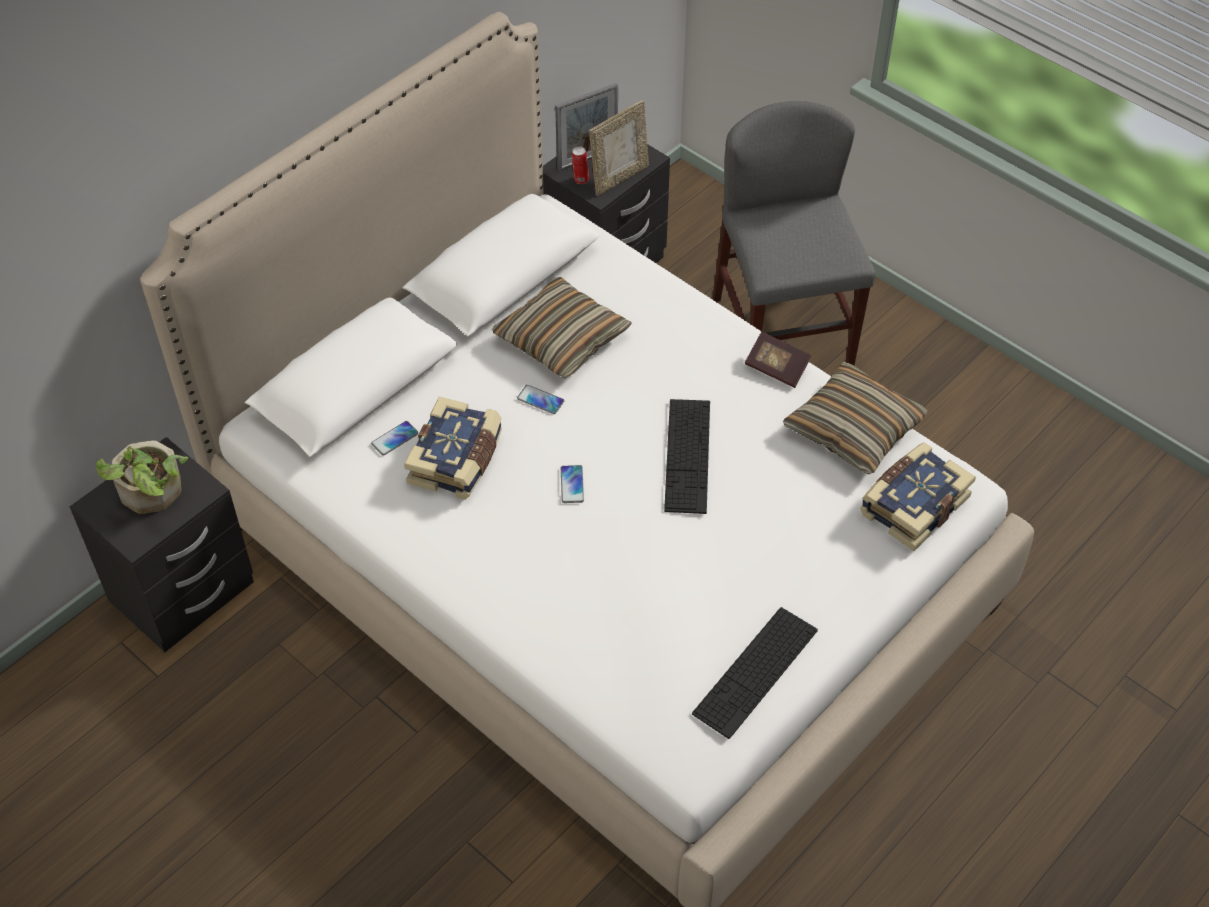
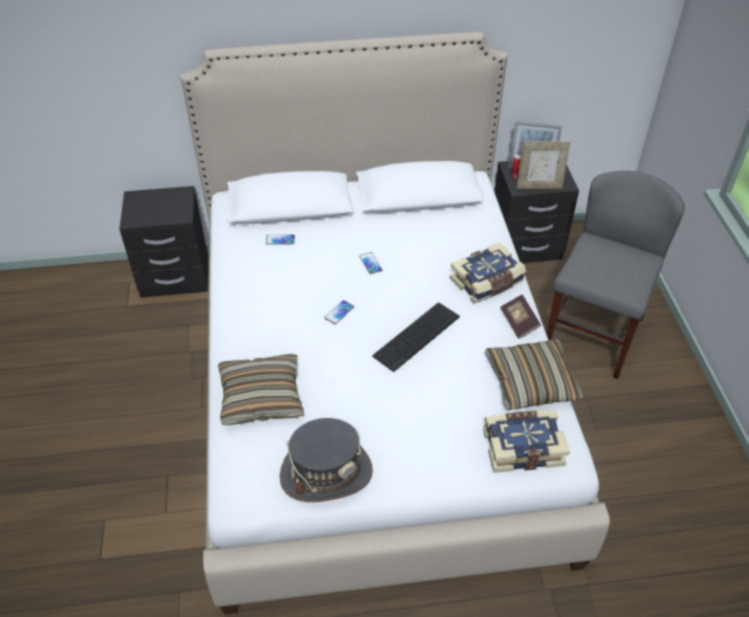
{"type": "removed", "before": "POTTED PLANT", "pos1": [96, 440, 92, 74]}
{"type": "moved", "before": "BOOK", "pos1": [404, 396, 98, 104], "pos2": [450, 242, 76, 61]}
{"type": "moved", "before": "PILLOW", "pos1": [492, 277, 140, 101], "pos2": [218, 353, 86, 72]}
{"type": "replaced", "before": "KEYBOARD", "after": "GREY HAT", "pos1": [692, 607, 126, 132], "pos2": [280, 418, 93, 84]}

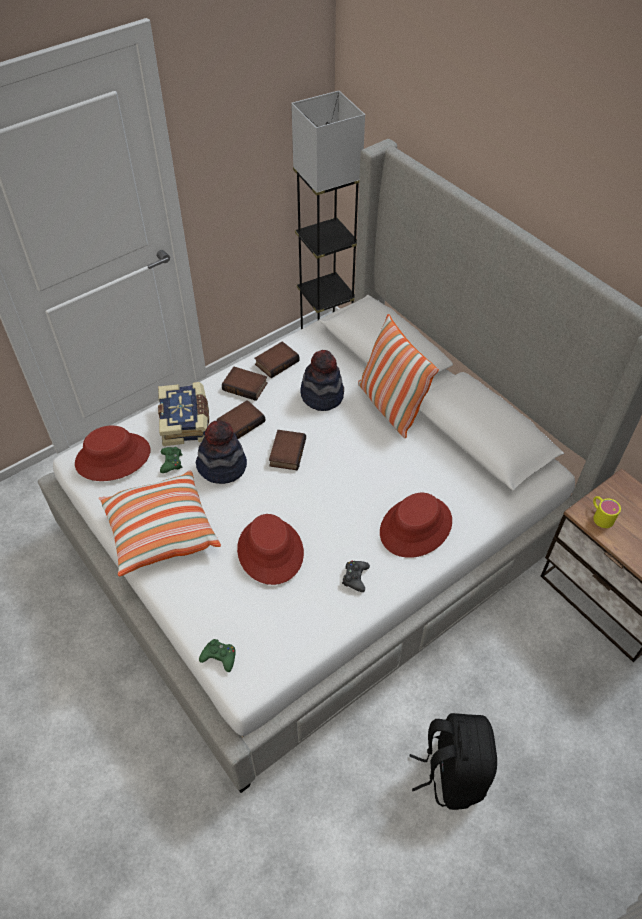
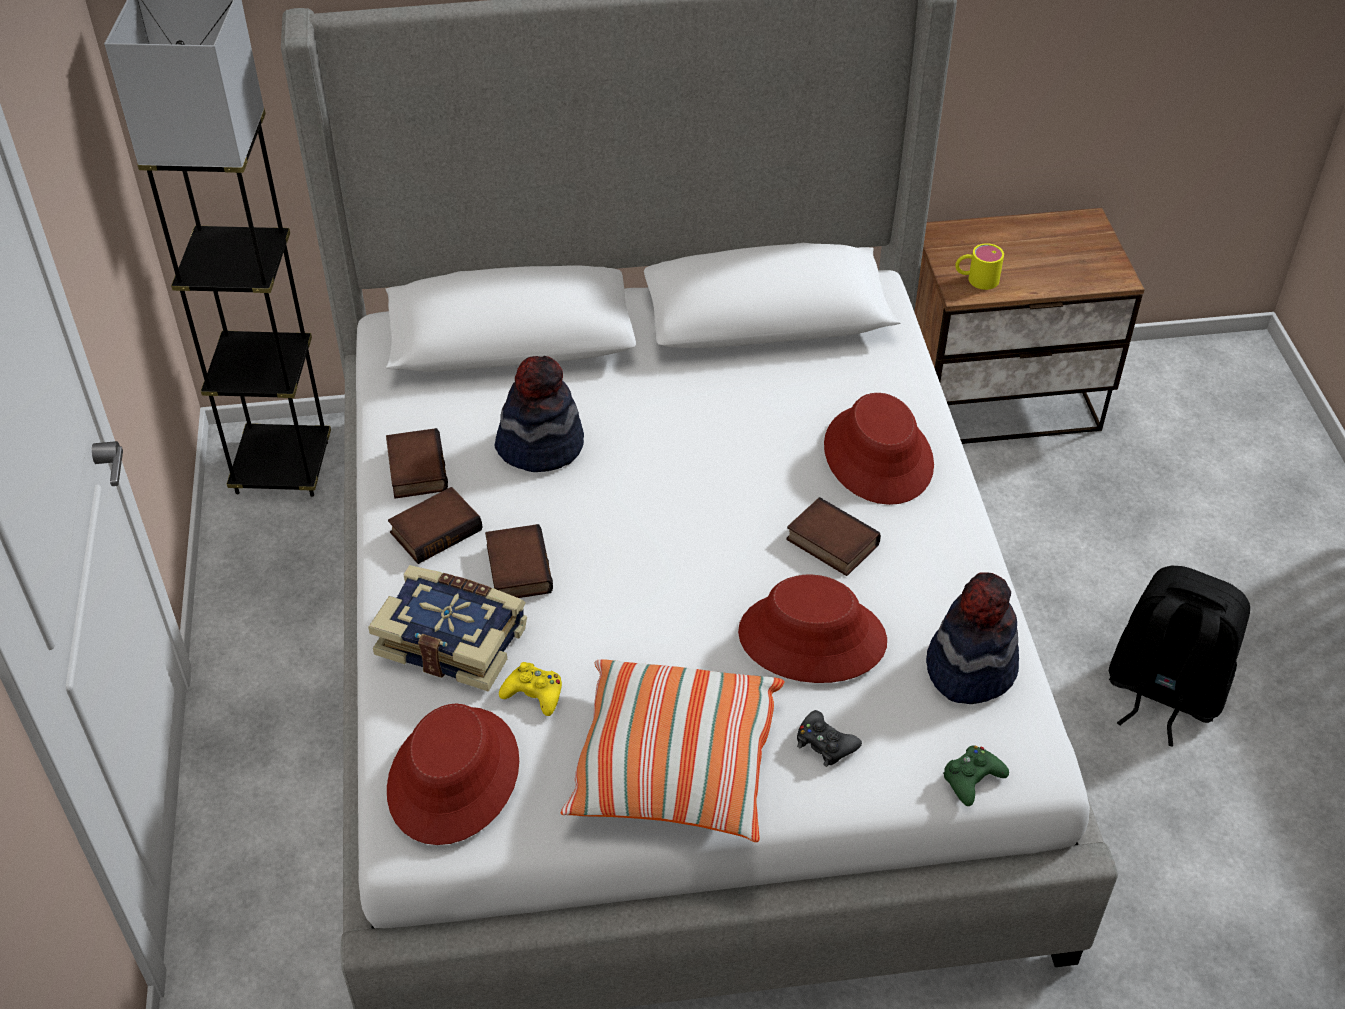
{"type": "removed", "before": "PILLOW", "pos1": [358, 314, 81, 124]}
{"type": "moved", "before": "HAT", "pos1": [196, 421, 51, 63], "pos2": [926, 572, 93, 132]}
{"type": "moved", "before": "BOOK", "pos1": [269, 430, 37, 40], "pos2": [786, 497, 95, 79]}
{"type": "moved", "before": "BLACK GAME CONTROLLER", "pos1": [342, 561, 28, 31], "pos2": [797, 710, 65, 57]}
{"type": "recoloured", "before": "GREEN GAME CONTROLLER", "after": "YELLOW GAME CONTROLLER", "pos1": [160, 447, 23, 26], "pos2": [499, 662, 63, 54]}

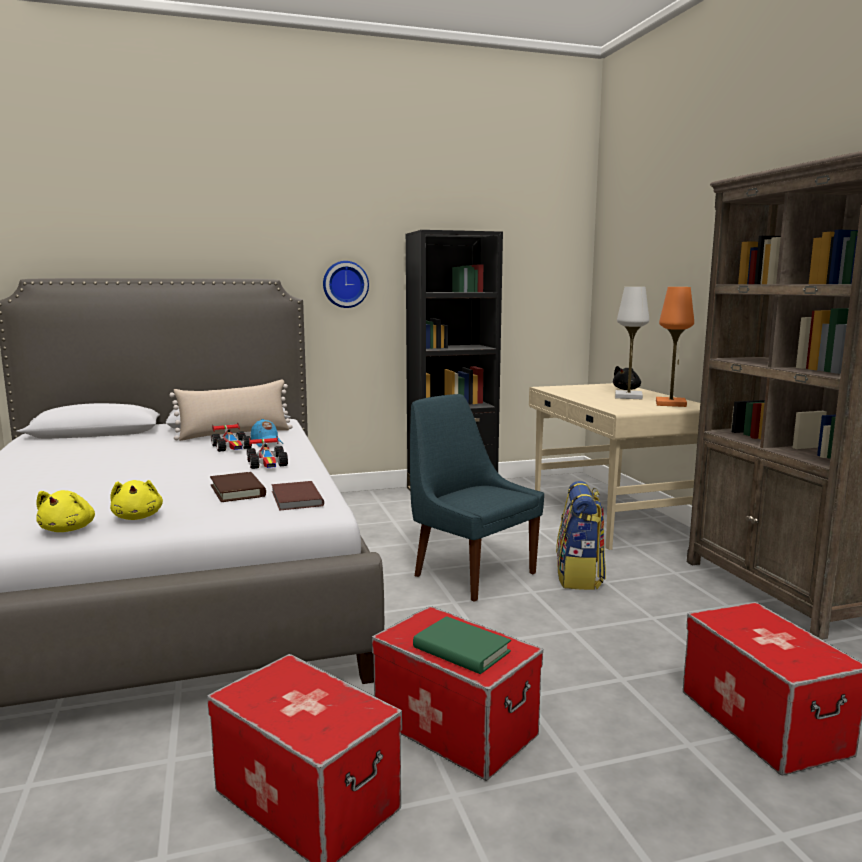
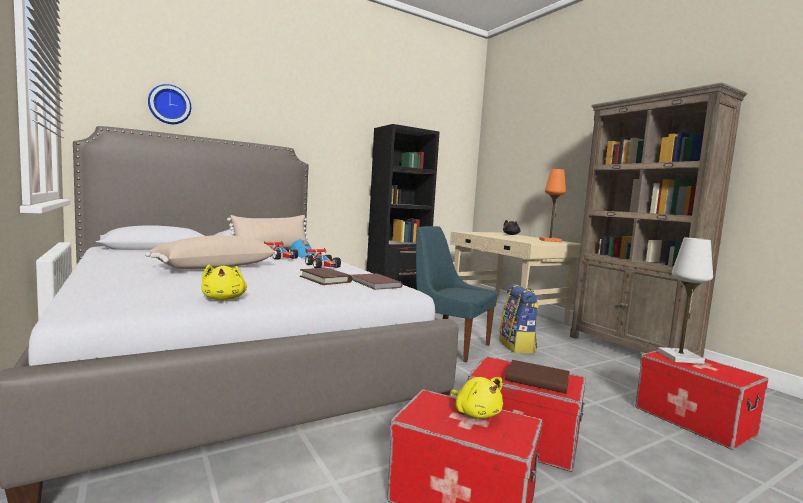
{"type": "added", "after": "BEIGE PILLOW", "pos2": [145, 235, 132, 35]}
{"type": "moved", "before": "YELLOW PLUSH TOY", "pos1": [110, 480, 53, 40], "pos2": [450, 377, 53, 42]}
{"type": "moved", "before": "WALL CLOCK", "pos1": [323, 261, 46, 47], "pos2": [148, 84, 43, 40]}
{"type": "moved", "before": "WHITE TABLE LAMP", "pos1": [615, 287, 34, 112], "pos2": [658, 238, 55, 126]}
{"type": "recoloured", "before": "GREEN BOOK", "after": "BROWN BOOK", "pos1": [413, 616, 98, 58], "pos2": [505, 360, 65, 34]}

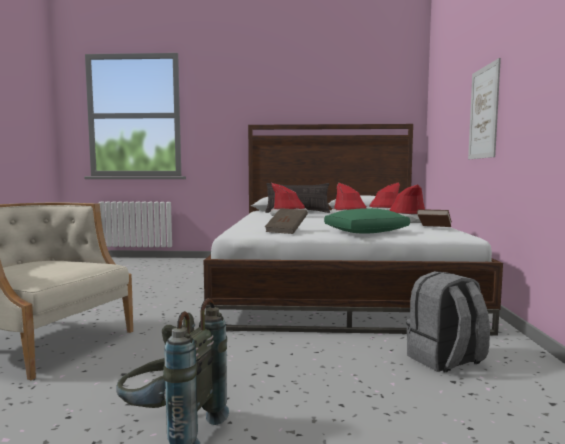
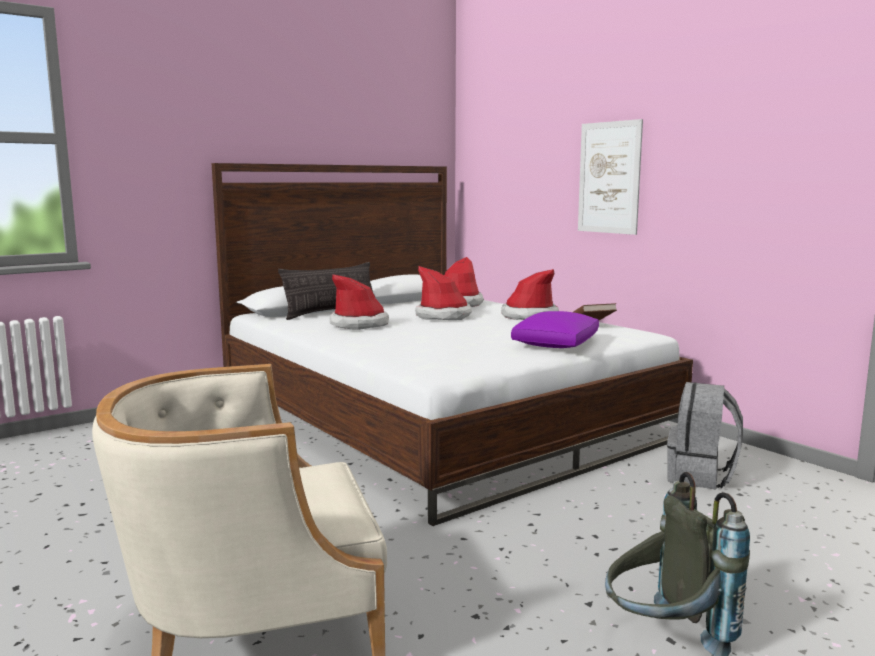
{"type": "removed", "before": "BROWN BOOK", "pos1": [265, 208, 43, 26]}
{"type": "recoloured", "before": "GREEN PILLOW", "after": "PURPLE PILLOW", "pos1": [324, 208, 86, 25], "pos2": [511, 311, 88, 37]}

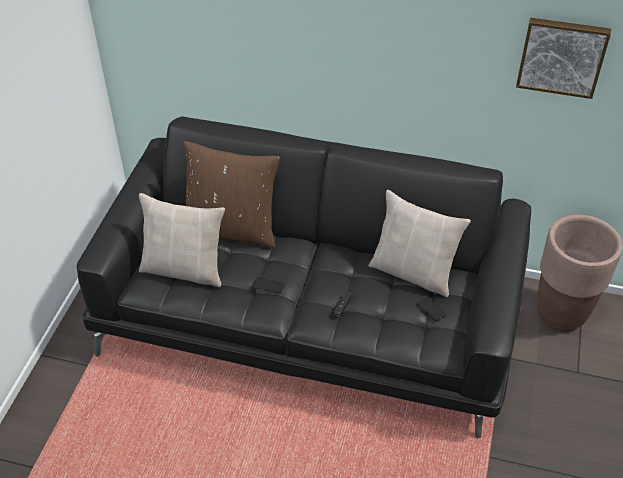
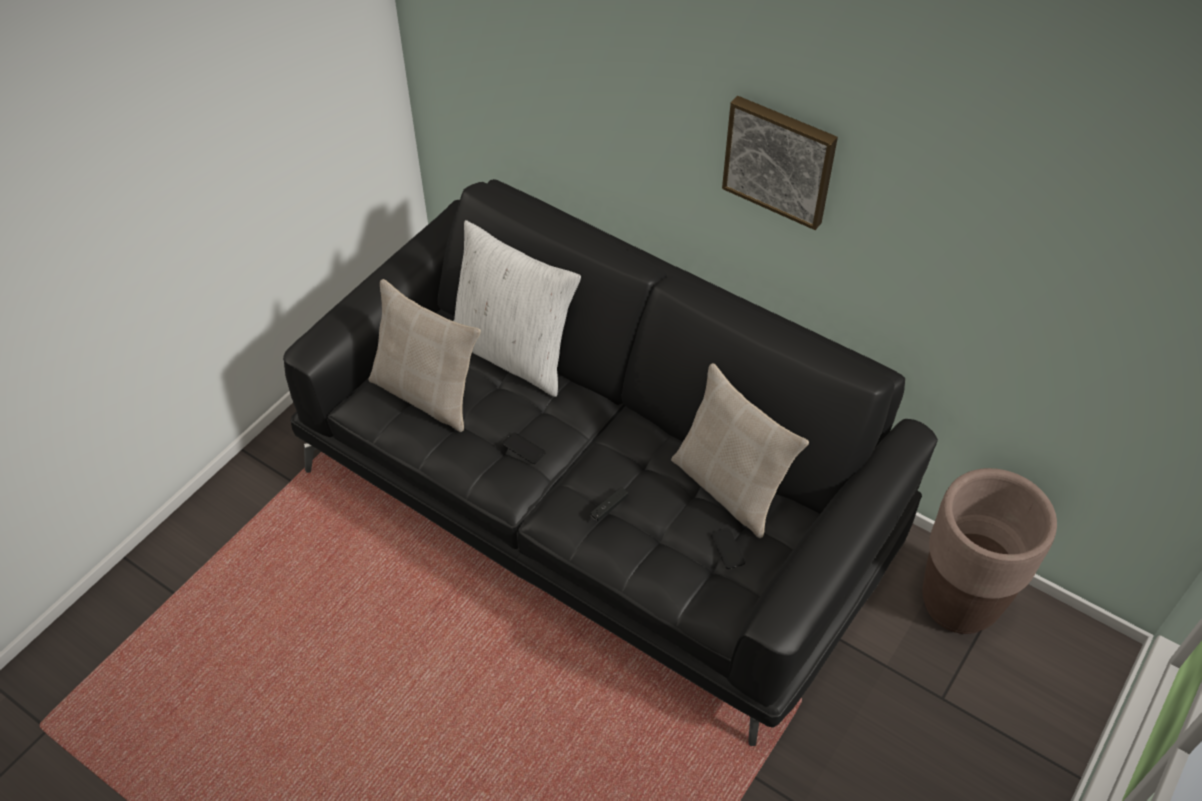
{"type": "moved", "before": "PICTURE", "pos1": [516, 18, 95, 81], "pos2": [722, 96, 116, 134]}
{"type": "recoloured", "before": "BROWN PILLOW", "after": "WHITE PILLOW", "pos1": [184, 141, 96, 107], "pos2": [454, 220, 127, 177]}

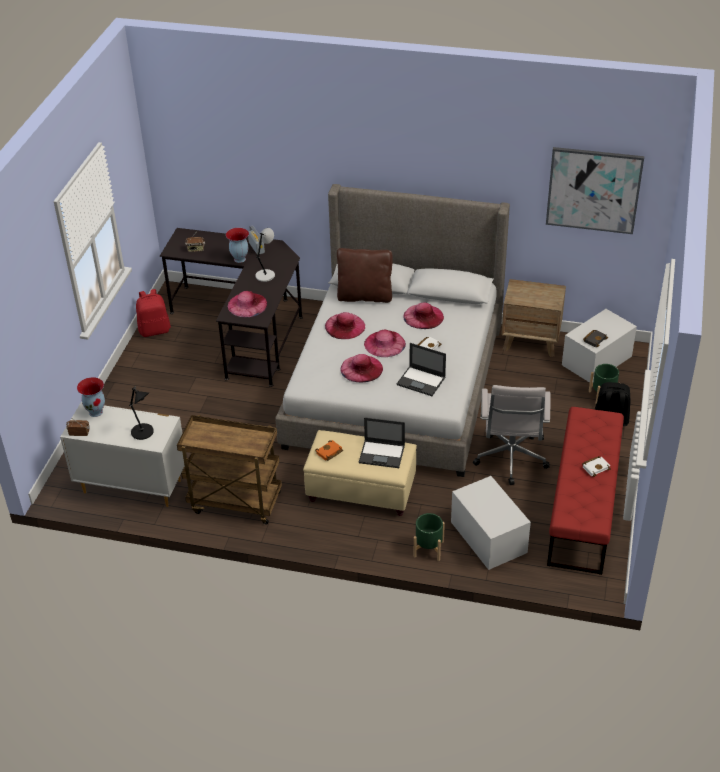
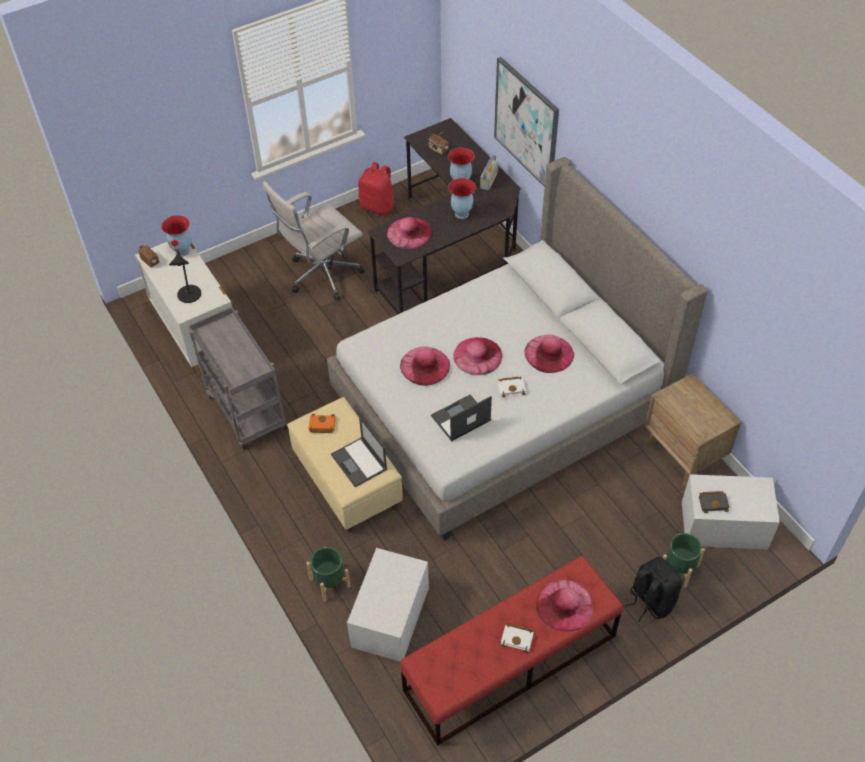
{"type": "removed", "before": "BROWN PILLOW", "pos1": [337, 248, 56, 55]}
{"type": "moved", "before": "PINK HAT", "pos1": [325, 312, 40, 27], "pos2": [536, 580, 57, 52]}
{"type": "moved", "before": "WHITE OFFICE CHAIR", "pos1": [473, 385, 77, 100], "pos2": [263, 181, 102, 119]}
{"type": "moved", "before": "PICTURE", "pos1": [546, 147, 98, 87], "pos2": [494, 57, 65, 130]}
{"type": "replaced", "before": "GREY TABLE LAMP", "after": "VASE", "pos1": [256, 228, 19, 54], "pos2": [448, 178, 28, 41]}
{"type": "recoloured", "before": "BROWN CART", "after": "GREY CART", "pos1": [177, 415, 105, 109], "pos2": [189, 307, 98, 143]}
{"type": "turned", "before": "LAPTOP", "pos1": [397, 343, 49, 53], "pos2": [431, 395, 61, 46], "turn": 75}

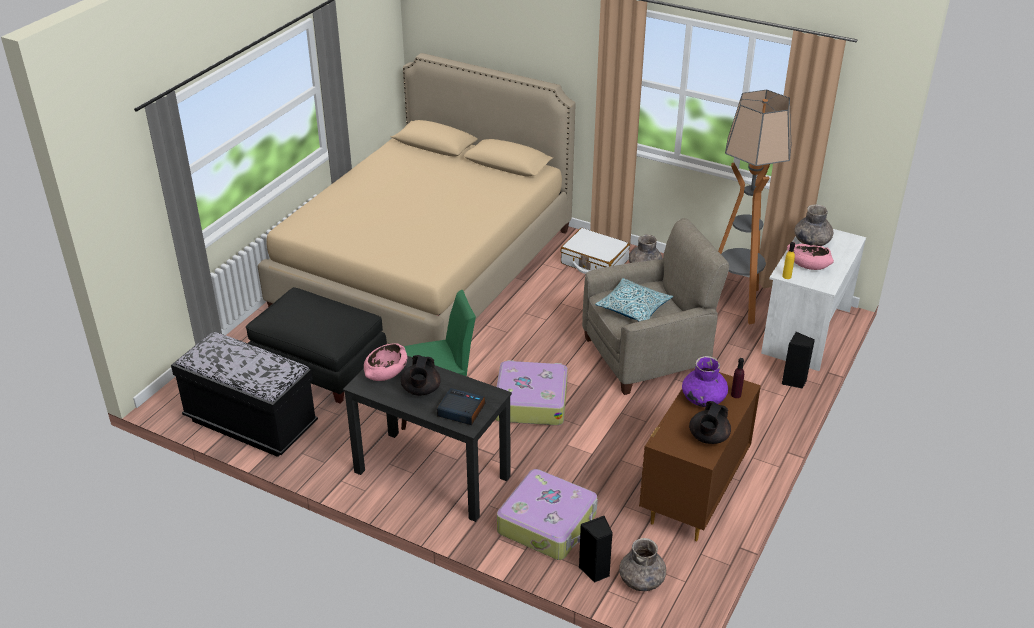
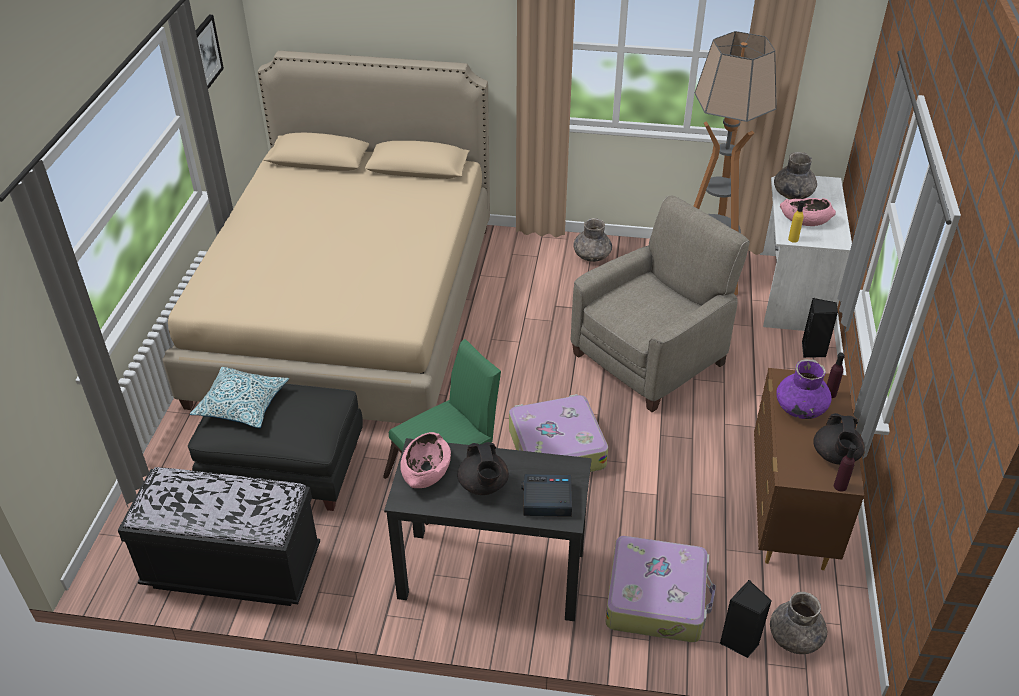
{"type": "removed", "before": "WHITE SUITCASE", "pos1": [560, 228, 70, 46]}
{"type": "added", "after": "PICTURE", "pos2": [196, 15, 28, 74]}
{"type": "added", "after": "PURPLE BOTTLE", "pos2": [834, 444, 22, 48]}
{"type": "moved", "before": "PILLOW", "pos1": [595, 278, 78, 43], "pos2": [190, 367, 99, 61]}

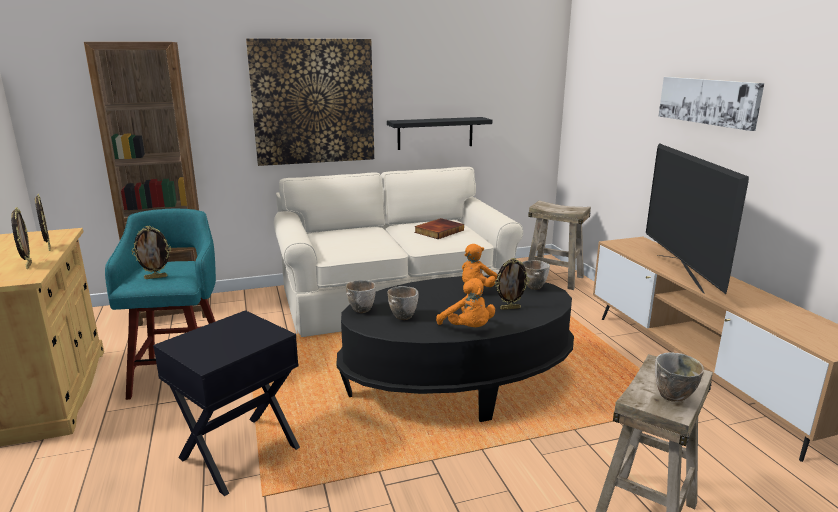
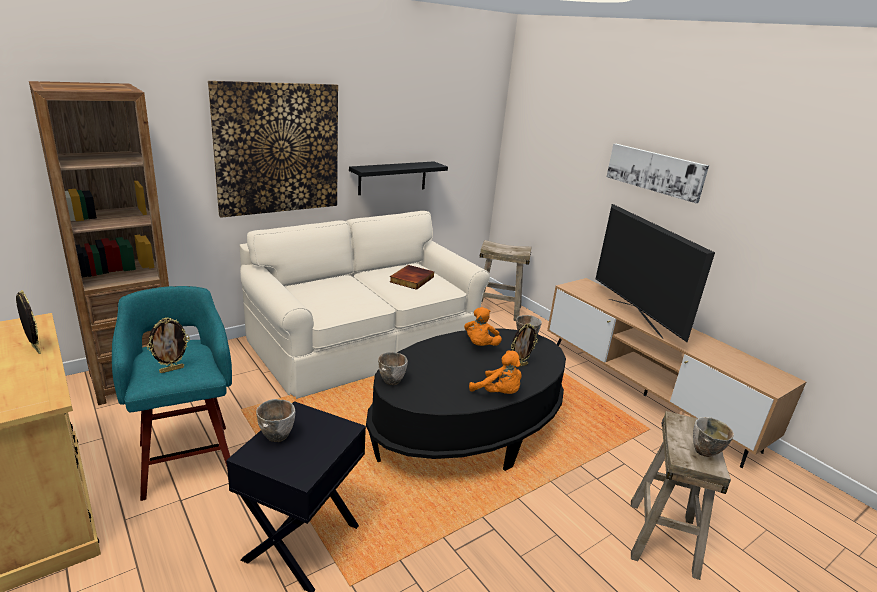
{"type": "removed", "before": "PICTURE FRAME", "pos1": [11, 207, 21, 62]}
{"type": "moved", "before": "BOWL", "pos1": [387, 286, 32, 34], "pos2": [256, 399, 39, 43]}

